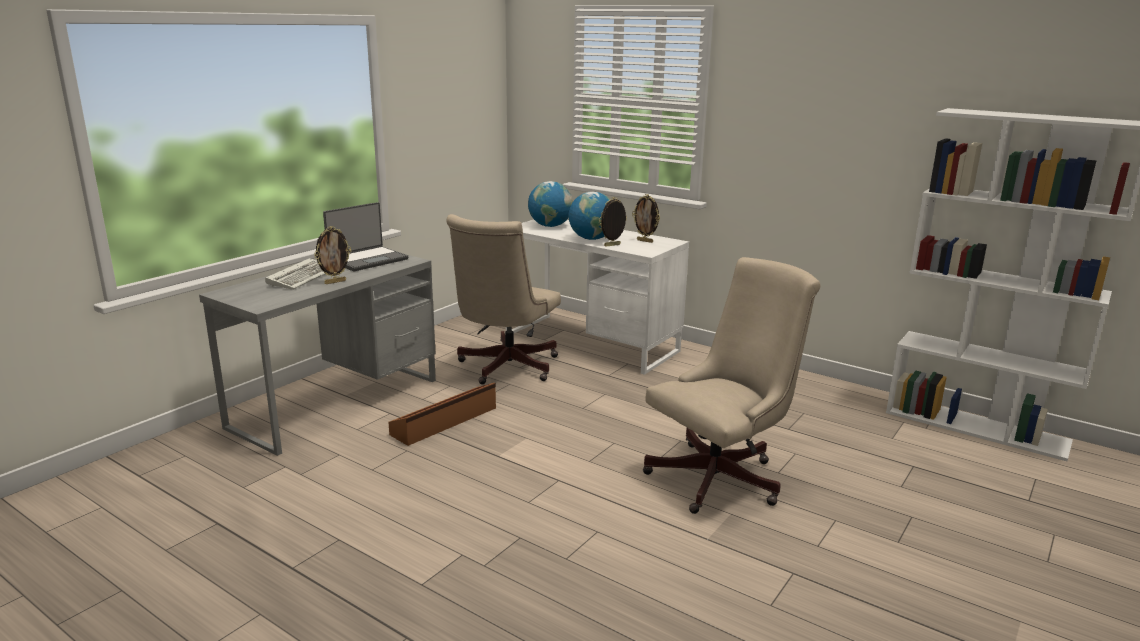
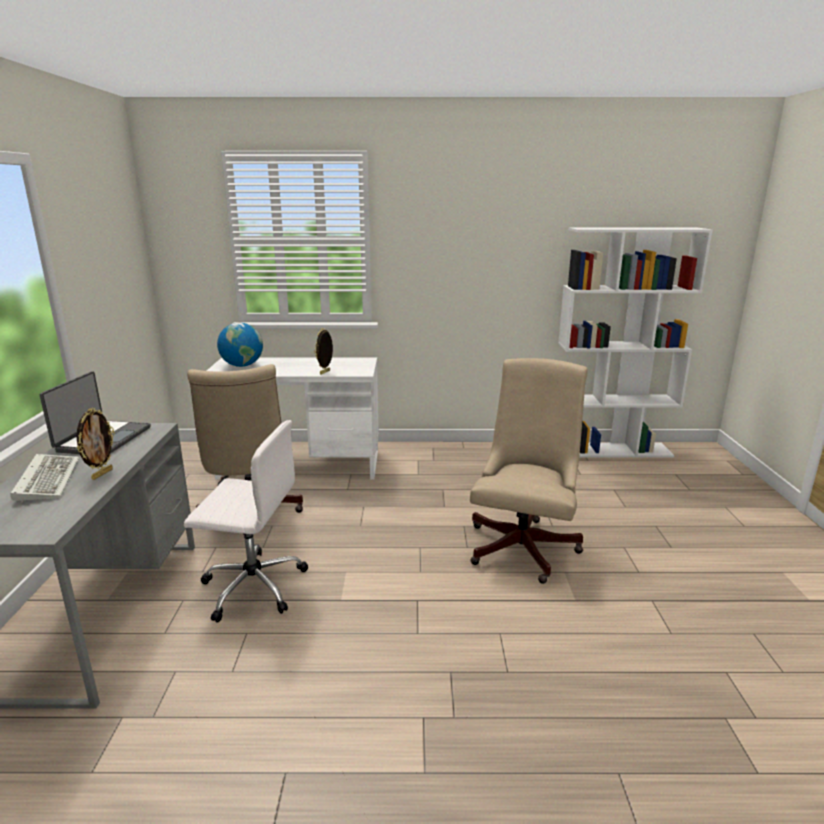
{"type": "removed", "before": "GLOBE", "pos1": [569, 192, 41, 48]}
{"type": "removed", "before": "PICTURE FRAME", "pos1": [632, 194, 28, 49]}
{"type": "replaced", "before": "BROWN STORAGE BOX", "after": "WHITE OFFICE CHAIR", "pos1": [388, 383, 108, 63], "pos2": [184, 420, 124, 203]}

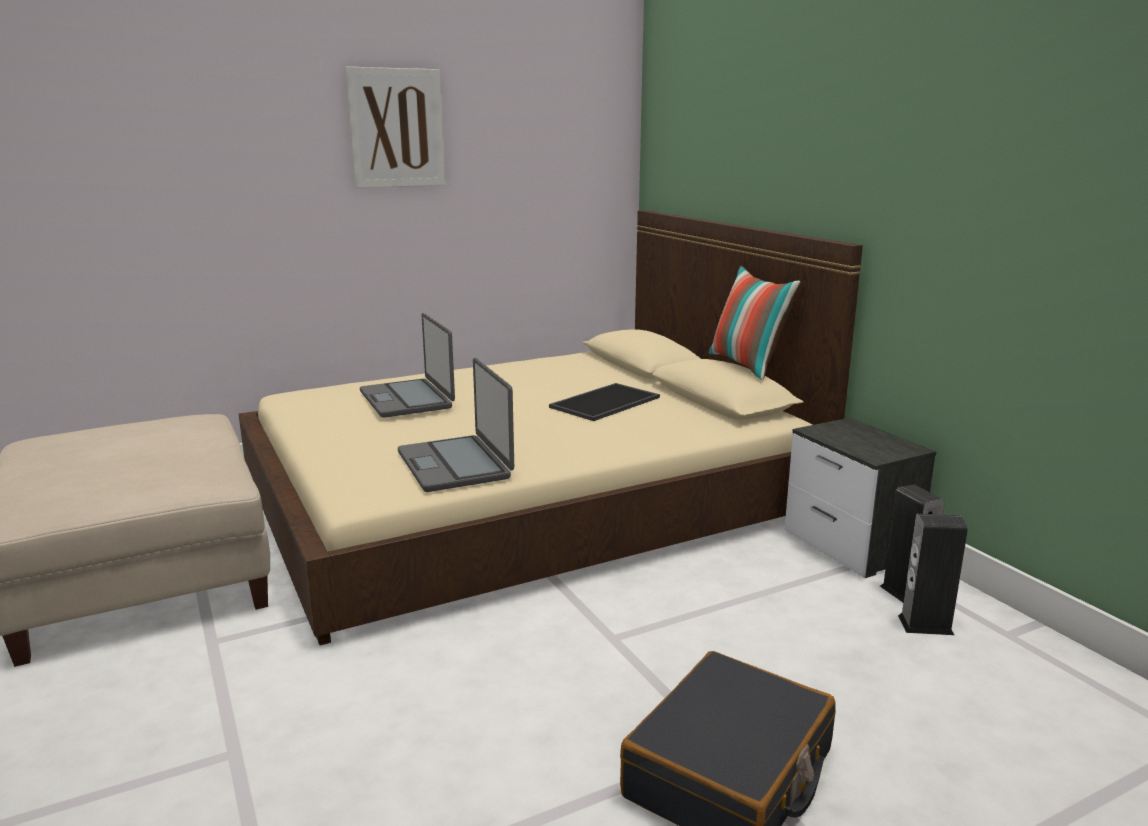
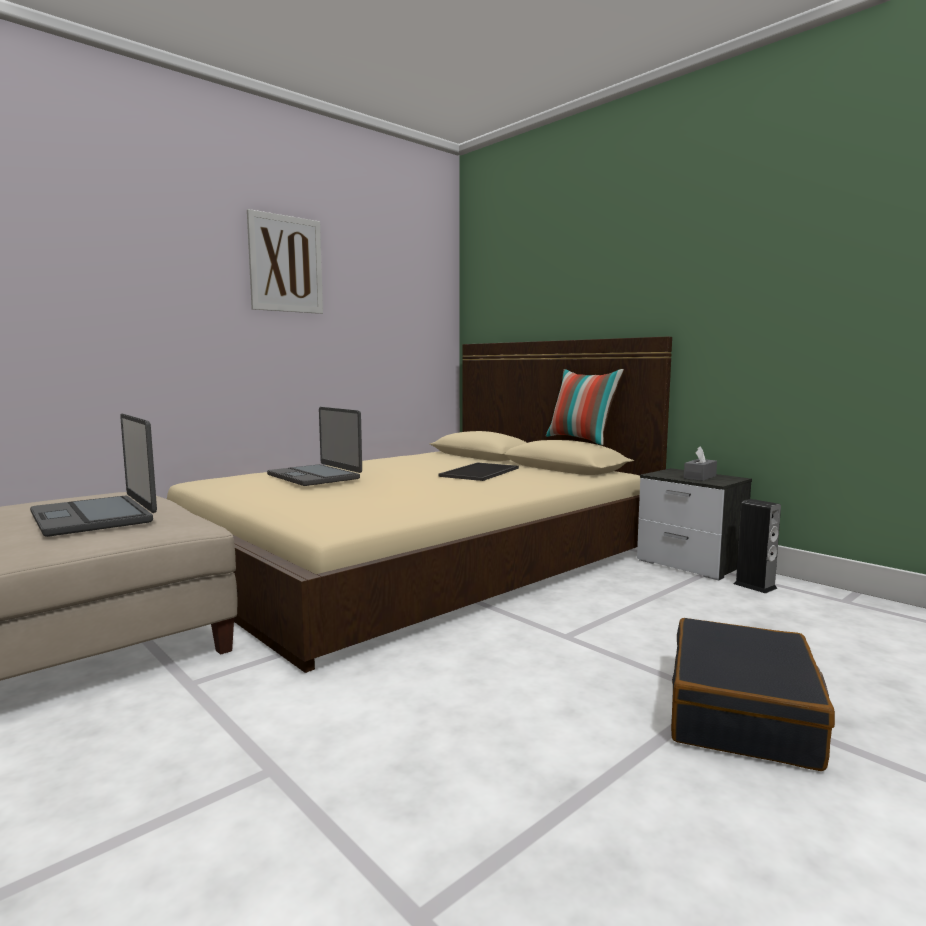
{"type": "removed", "before": "SPEAKER", "pos1": [898, 514, 70, 121]}
{"type": "added", "after": "GREY TISSUE BOX", "pos2": [684, 446, 33, 35]}
{"type": "moved", "before": "LAPTOP", "pos1": [398, 358, 116, 134], "pos2": [30, 413, 127, 124]}

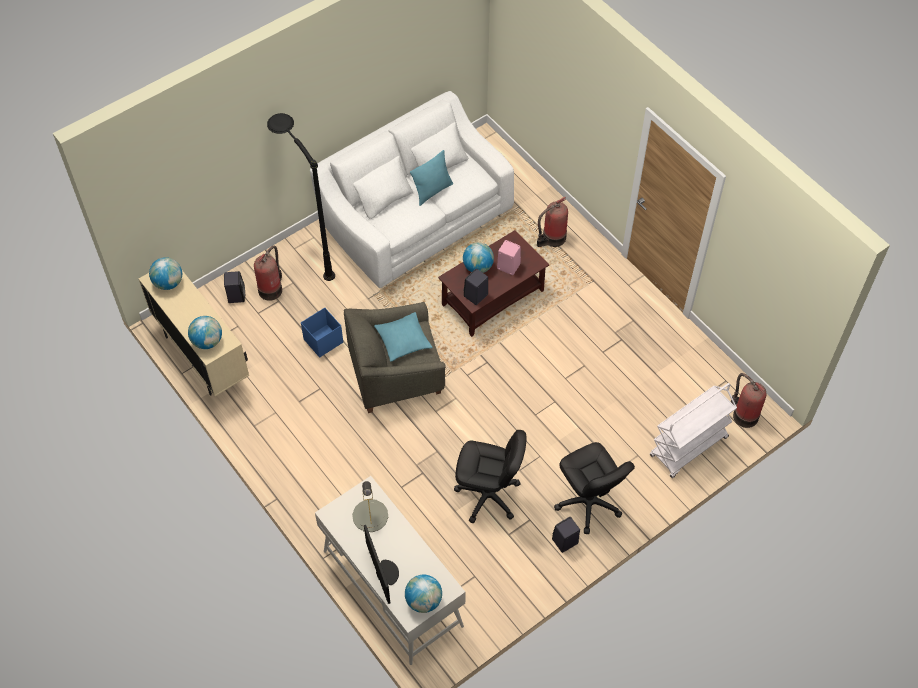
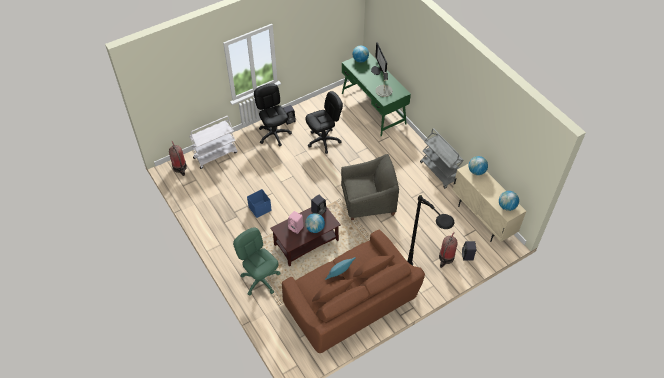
{"type": "removed", "before": "TURQUOISE PILLOW", "pos1": [374, 312, 58, 49]}
{"type": "added", "after": "GREY CART", "pos2": [420, 128, 44, 61]}
{"type": "moved", "before": "BLUE STORAGE BOX", "pos1": [301, 308, 42, 50], "pos2": [247, 189, 25, 29]}
{"type": "replaced", "before": "FIRE EXTINGUISHER", "after": "GREEN OFFICE CHAIR", "pos1": [537, 197, 31, 50], "pos2": [233, 227, 48, 68]}
{"type": "recoloured", "before": "WHITE SOFA", "after": "BROWN SOFA", "pos1": [310, 91, 204, 197], "pos2": [282, 230, 143, 123]}
{"type": "recoloured", "before": "WHITE DESK", "after": "GREEN DESK", "pos1": [315, 476, 150, 189], "pos2": [342, 53, 69, 83]}
{"type": "turned", "before": "BLACK OFFICE CHAIR", "pos1": [454, 430, 73, 93], "pos2": [306, 91, 37, 63], "turn": 135}

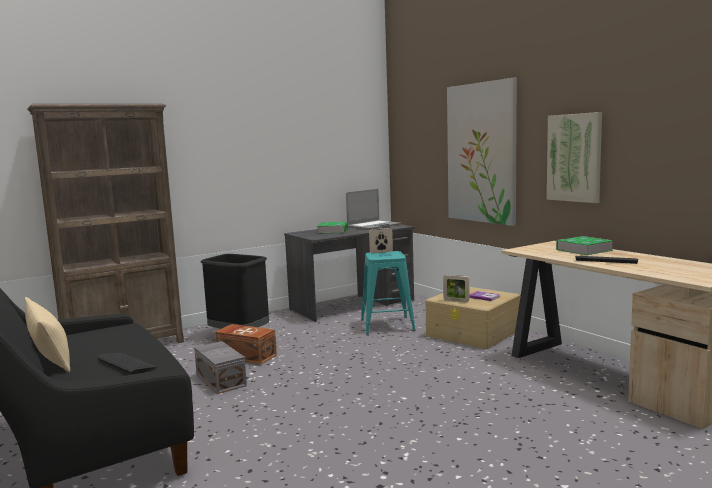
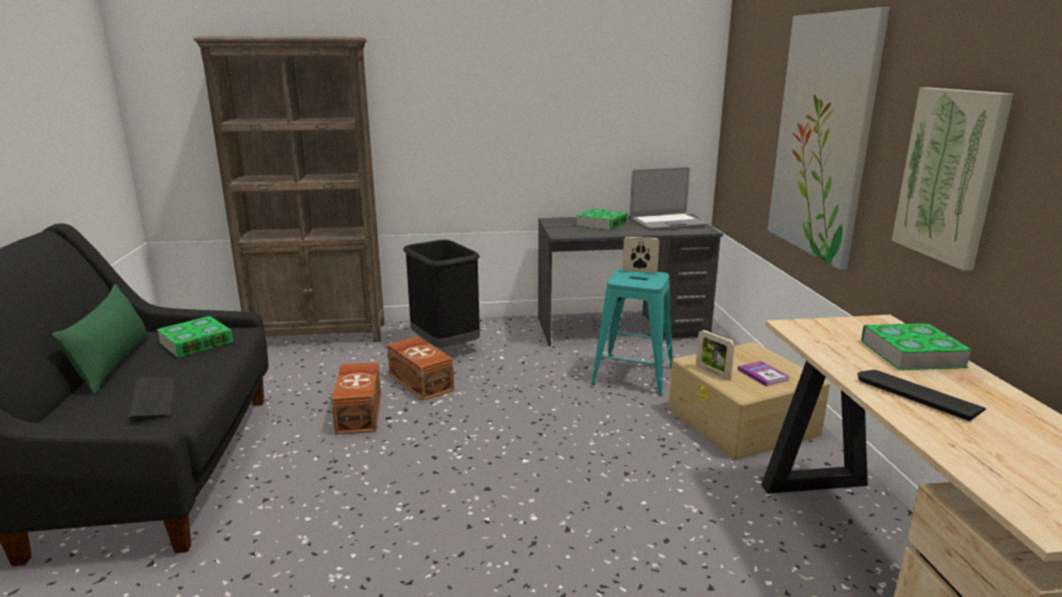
{"type": "added", "after": "BOOK", "pos2": [156, 316, 77, 42]}
{"type": "recoloured", "before": "BEIGE PILLOW", "after": "GREEN PILLOW", "pos1": [25, 297, 45, 75], "pos2": [52, 284, 97, 111]}
{"type": "recoloured", "before": "GREY STORAGE BOX", "after": "BROWN STORAGE BOX", "pos1": [194, 341, 53, 53], "pos2": [331, 362, 50, 73]}

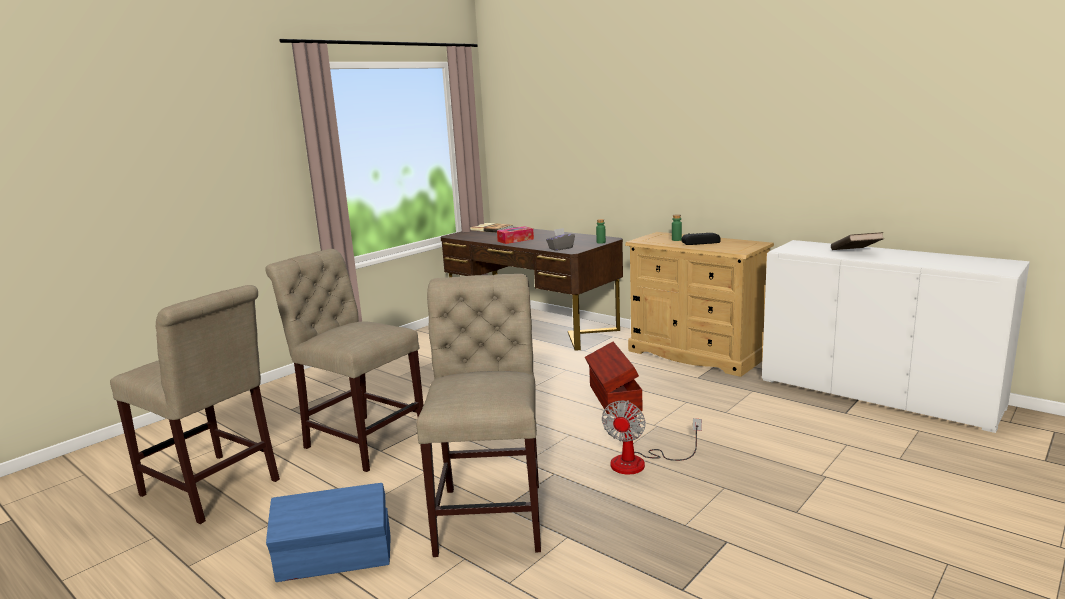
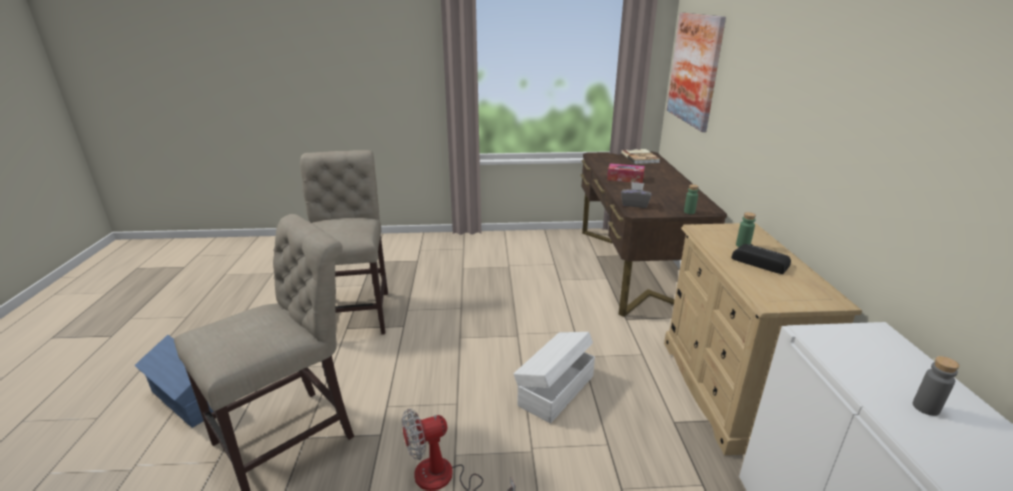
{"type": "removed", "before": "BEIGE CHAIR", "pos1": [110, 285, 170, 239]}
{"type": "added", "after": "PICTURE", "pos2": [667, 13, 59, 119]}
{"type": "replaced", "before": "BROWN BOOK", "after": "GREY BOTTLE", "pos1": [831, 232, 53, 18], "pos2": [913, 356, 46, 60]}
{"type": "recoloured", "before": "BROWN STORAGE BOX", "after": "WHITE STORAGE BOX", "pos1": [585, 342, 57, 73], "pos2": [514, 332, 81, 91]}

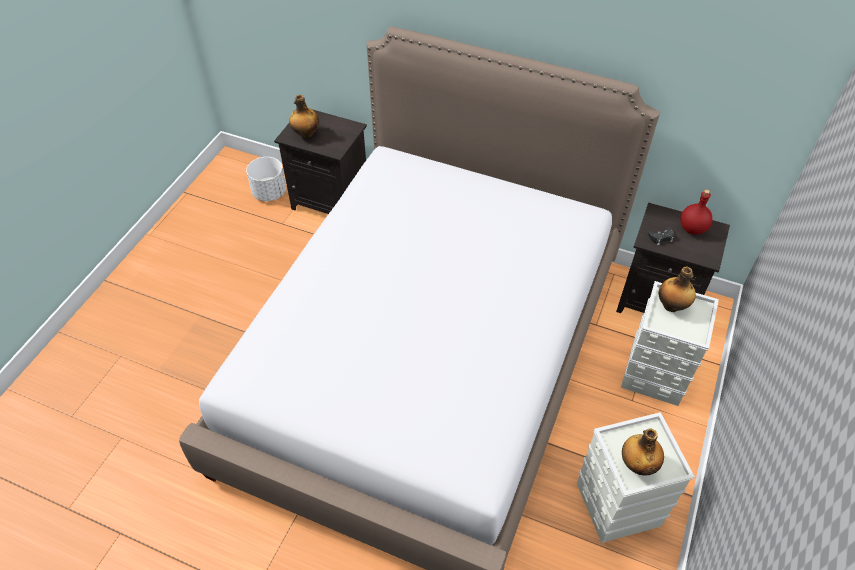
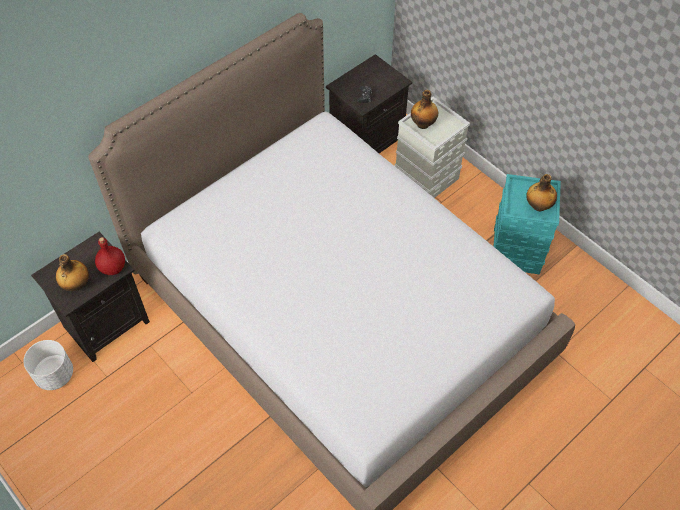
{"type": "moved", "before": "RED BOTTLE", "pos1": [680, 189, 32, 46], "pos2": [95, 237, 30, 38]}
{"type": "recoloured", "before": "GREY STORAGE BOX", "after": "TURQUOISE STORAGE BOX", "pos1": [577, 412, 118, 131], "pos2": [493, 174, 68, 100]}

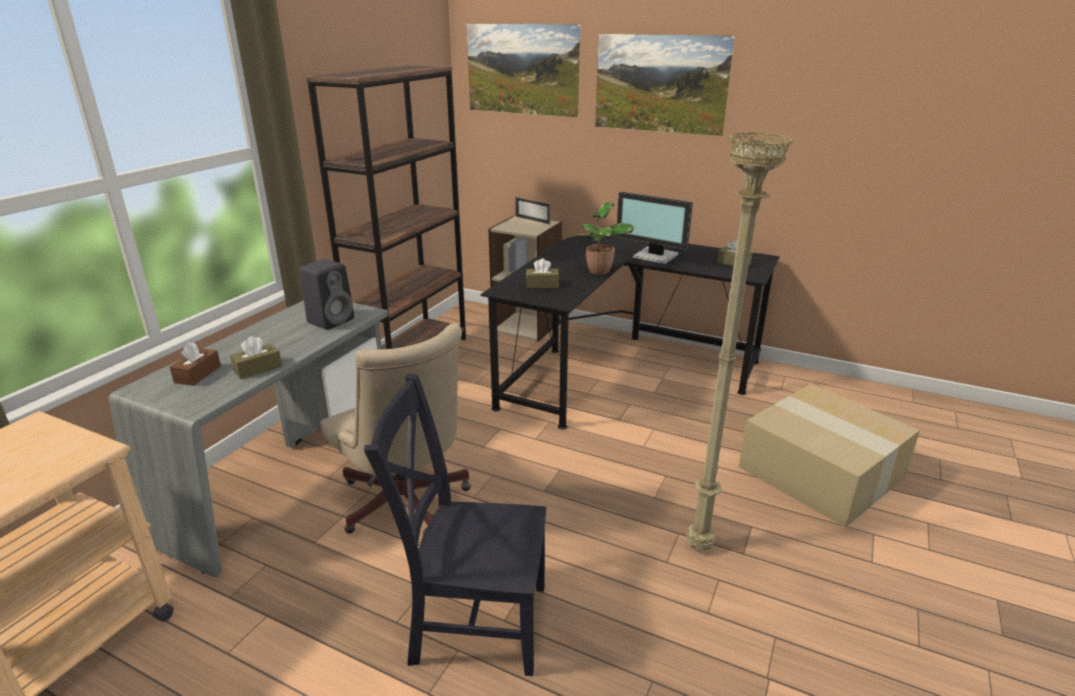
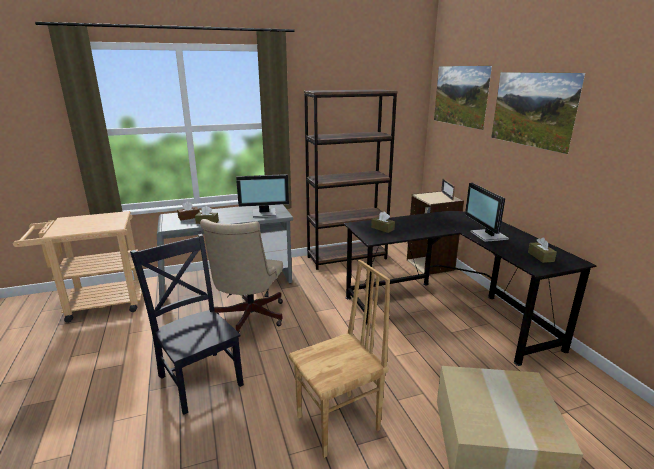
{"type": "removed", "before": "POTTED PLANT", "pos1": [568, 202, 66, 73]}
{"type": "replaced", "before": "BLACK SPEAKER", "after": "MONITOR", "pos1": [299, 259, 55, 71], "pos2": [236, 174, 53, 44]}
{"type": "replaced", "before": "BEIGE FLOOR LAMP", "after": "BROWN CHAIR", "pos1": [687, 131, 107, 420], "pos2": [288, 260, 102, 198]}

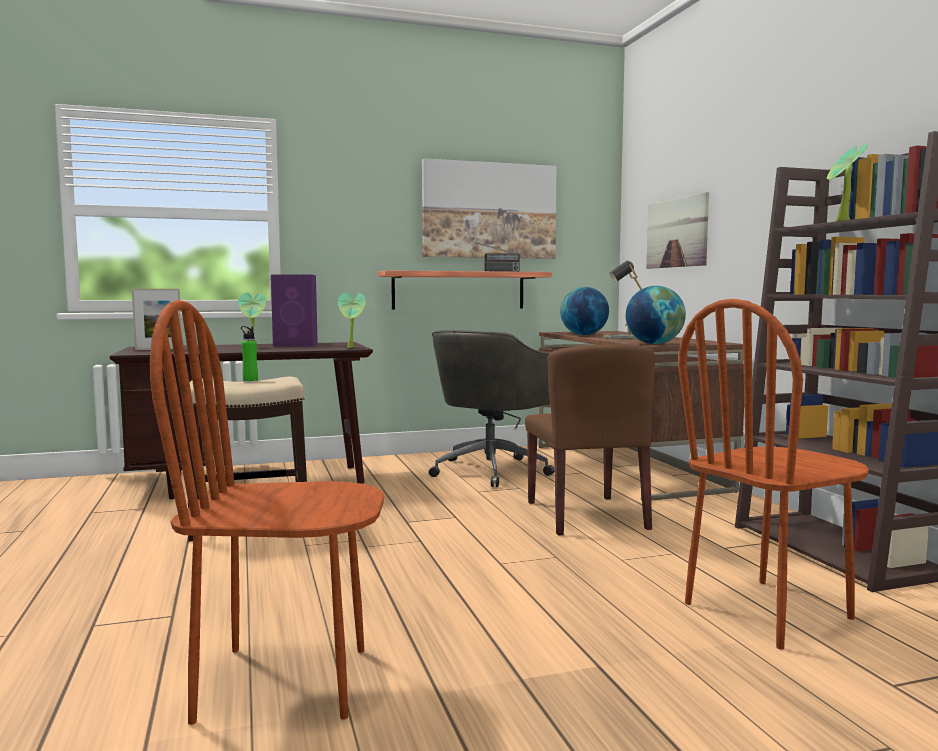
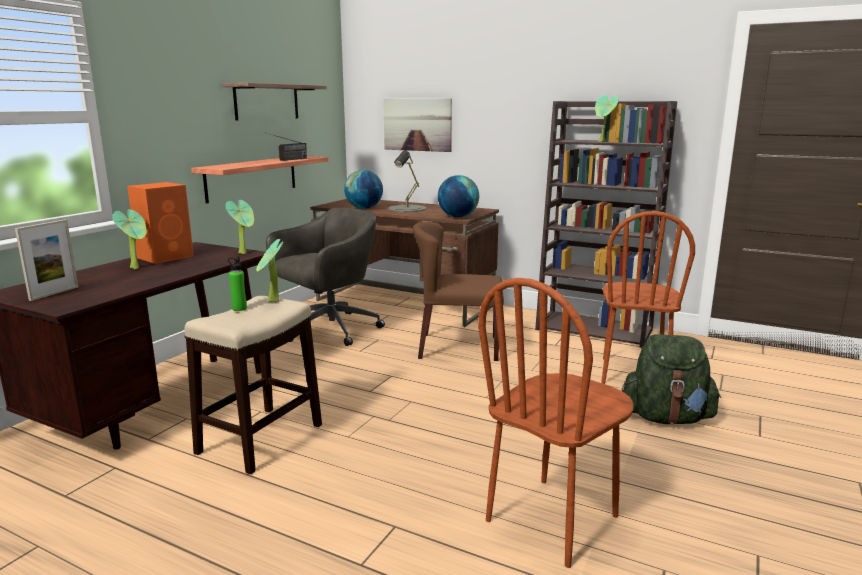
{"type": "added", "after": "POTTED PLANT", "pos2": [256, 239, 27, 63]}
{"type": "added", "after": "GREEN BACKPACK", "pos2": [622, 334, 99, 90]}
{"type": "replaced", "before": "PICTURE", "after": "SHELF", "pos1": [422, 158, 135, 101], "pos2": [223, 83, 104, 37]}
{"type": "recoloured", "before": "PURPLE SPEAKER", "after": "ORANGE SPEAKER", "pos1": [271, 274, 47, 72], "pos2": [127, 182, 67, 82]}
{"type": "turned", "before": "GREY OFFICE CHAIR", "pos1": [429, 330, 125, 157], "pos2": [266, 208, 119, 138], "turn": -120}
{"type": "turned", "before": "BROWN CHAIR", "pos1": [525, 344, 130, 192], "pos2": [413, 222, 91, 139], "turn": 150}

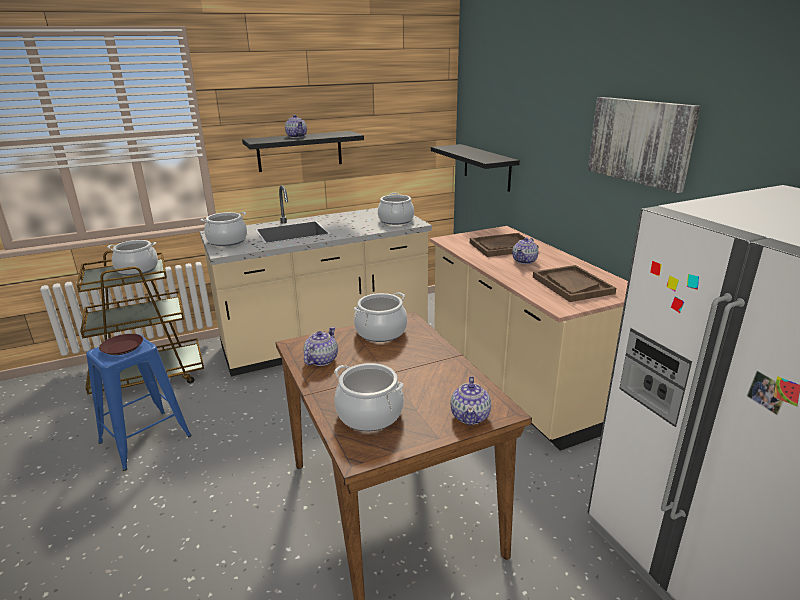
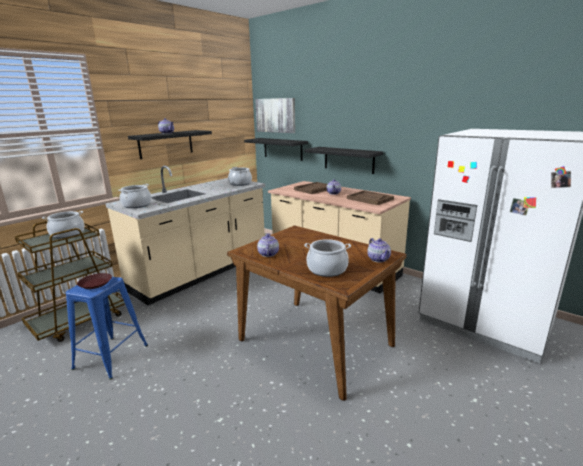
{"type": "removed", "before": "COOKING POT", "pos1": [354, 292, 53, 50]}
{"type": "added", "after": "BLACK SHELF", "pos2": [304, 147, 79, 27]}
{"type": "moved", "before": "PICTURE", "pos1": [588, 97, 113, 96], "pos2": [255, 98, 40, 35]}

